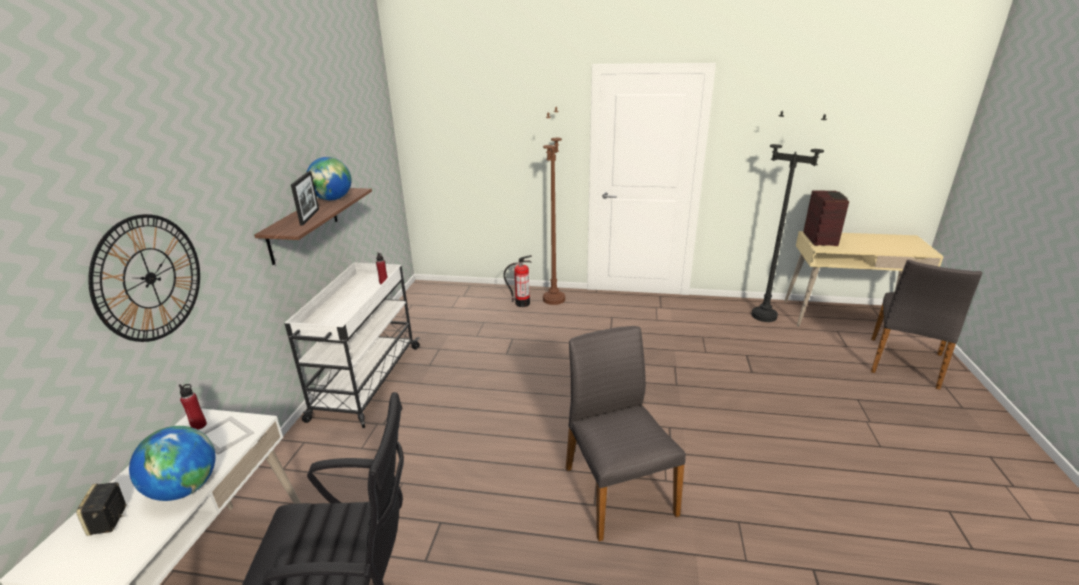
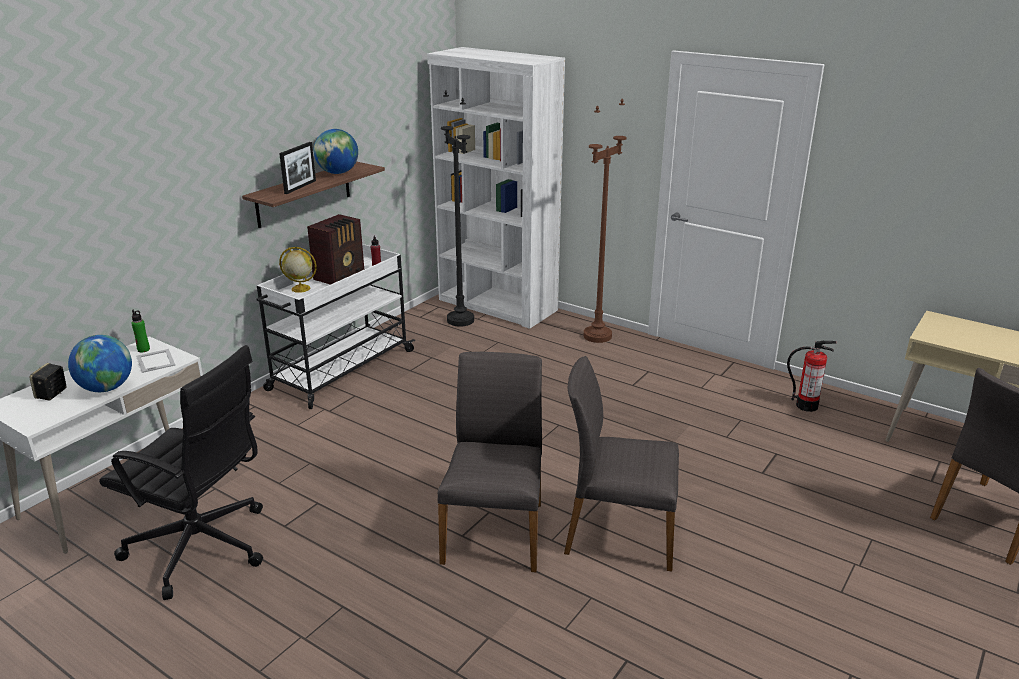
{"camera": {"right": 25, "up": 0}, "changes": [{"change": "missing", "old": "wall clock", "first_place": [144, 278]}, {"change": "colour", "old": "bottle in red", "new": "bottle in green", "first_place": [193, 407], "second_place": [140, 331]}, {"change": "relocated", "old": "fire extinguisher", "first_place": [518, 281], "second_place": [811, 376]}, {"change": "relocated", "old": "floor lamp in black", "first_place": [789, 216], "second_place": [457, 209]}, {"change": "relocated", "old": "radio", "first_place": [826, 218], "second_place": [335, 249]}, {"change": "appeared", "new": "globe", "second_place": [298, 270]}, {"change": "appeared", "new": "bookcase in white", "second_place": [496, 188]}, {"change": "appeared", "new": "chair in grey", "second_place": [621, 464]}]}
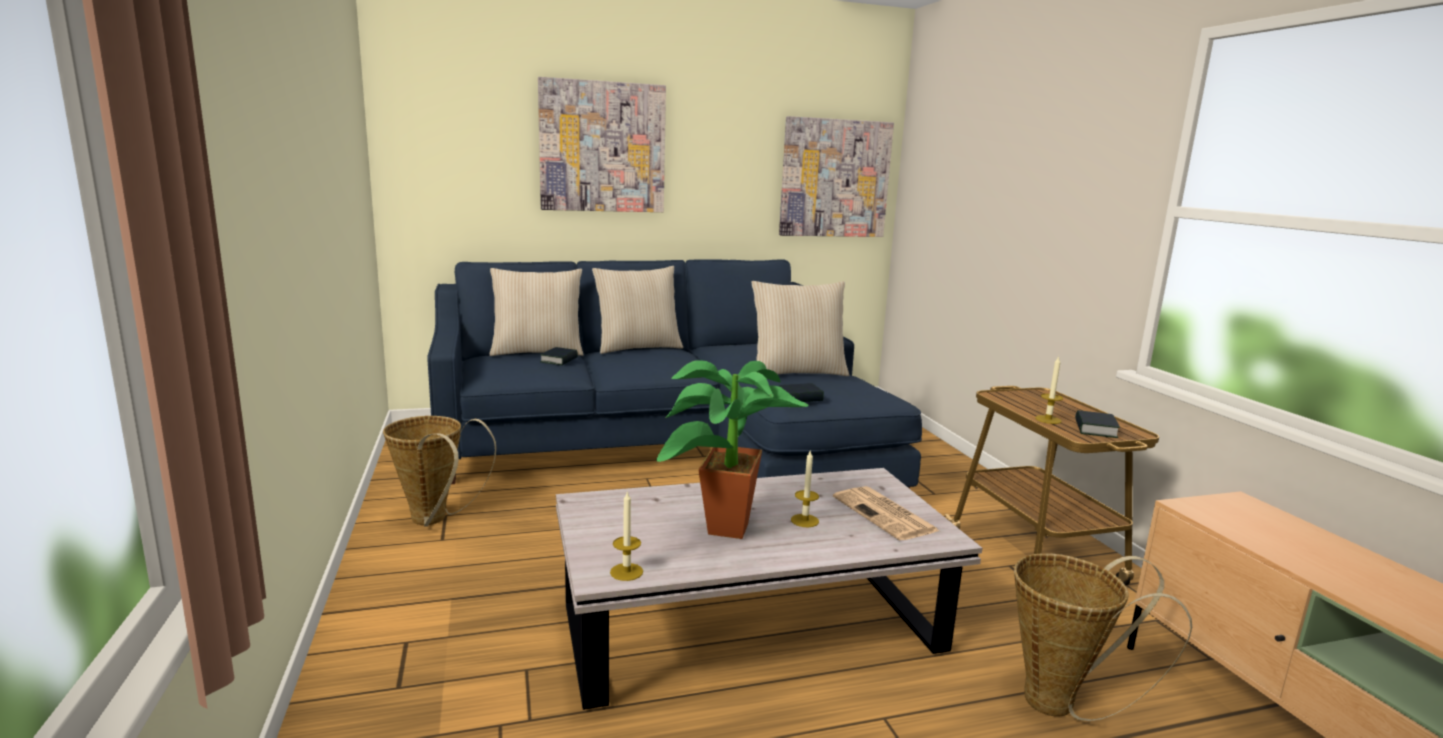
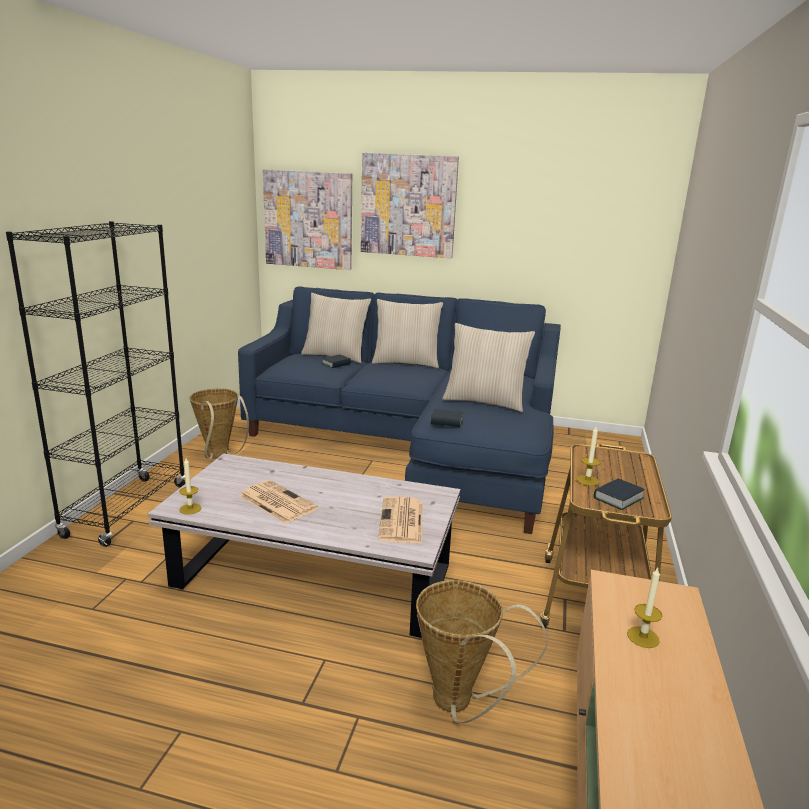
{"camera": {"right": 30, "up": 5}, "changes": [{"change": "exchanged", "old": "potted plant", "new": "newspaper", "first_place": [732, 449], "second_place": [278, 502]}, {"change": "relocated", "old": "picture", "first_place": [836, 176], "second_place": [307, 220]}, {"change": "relocated", "old": "candle", "first_place": [805, 488], "second_place": [645, 607]}, {"change": "appeared", "new": "bookcase in black", "second_place": [95, 384]}]}
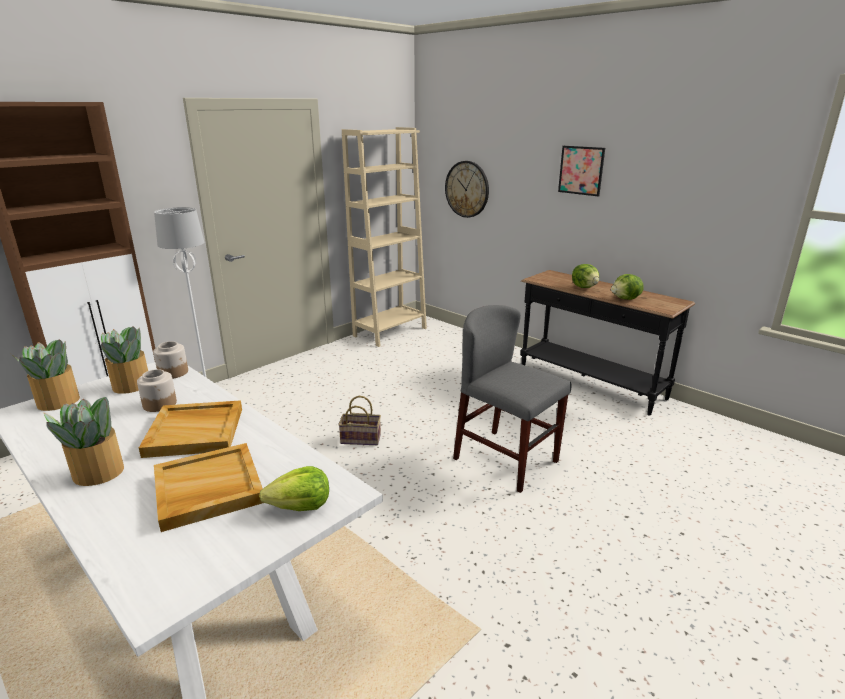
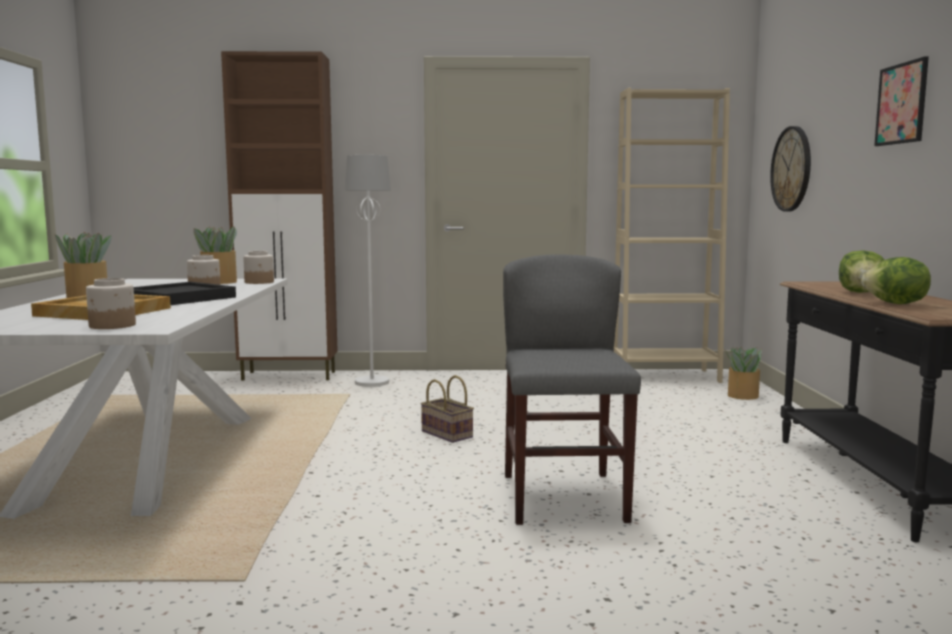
{"camera": {"right": 45, "up": -15}, "changes": [{"change": "relocated", "old": "potted plant", "first_place": [45, 375], "second_place": [743, 373]}, {"change": "colour", "old": "tray in beige", "new": "tray in black", "first_place": [190, 429], "second_place": [184, 293]}, {"change": "exchanged", "old": "lettuce", "new": "jar", "first_place": [294, 488], "second_place": [111, 303]}]}
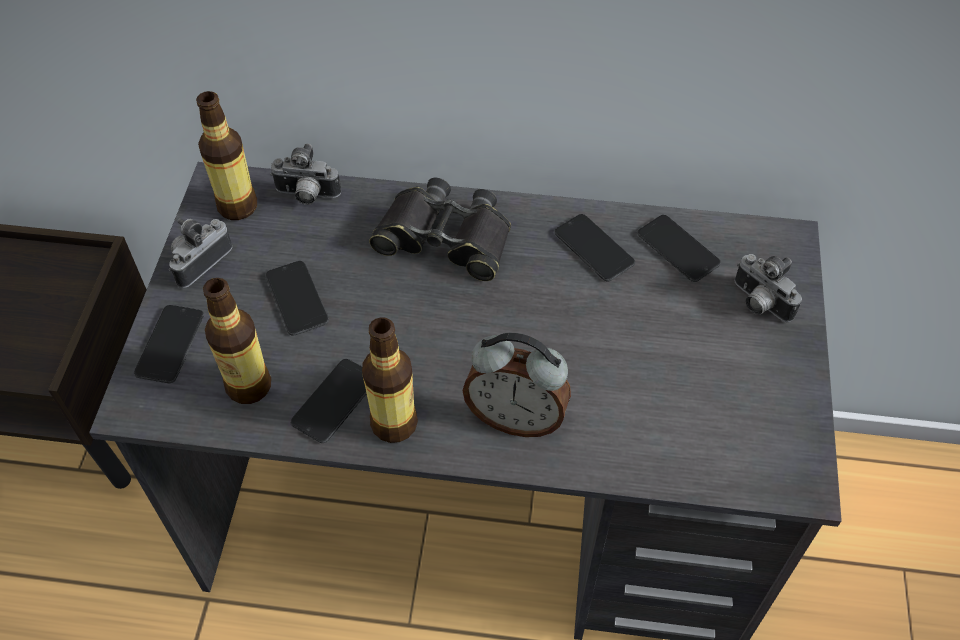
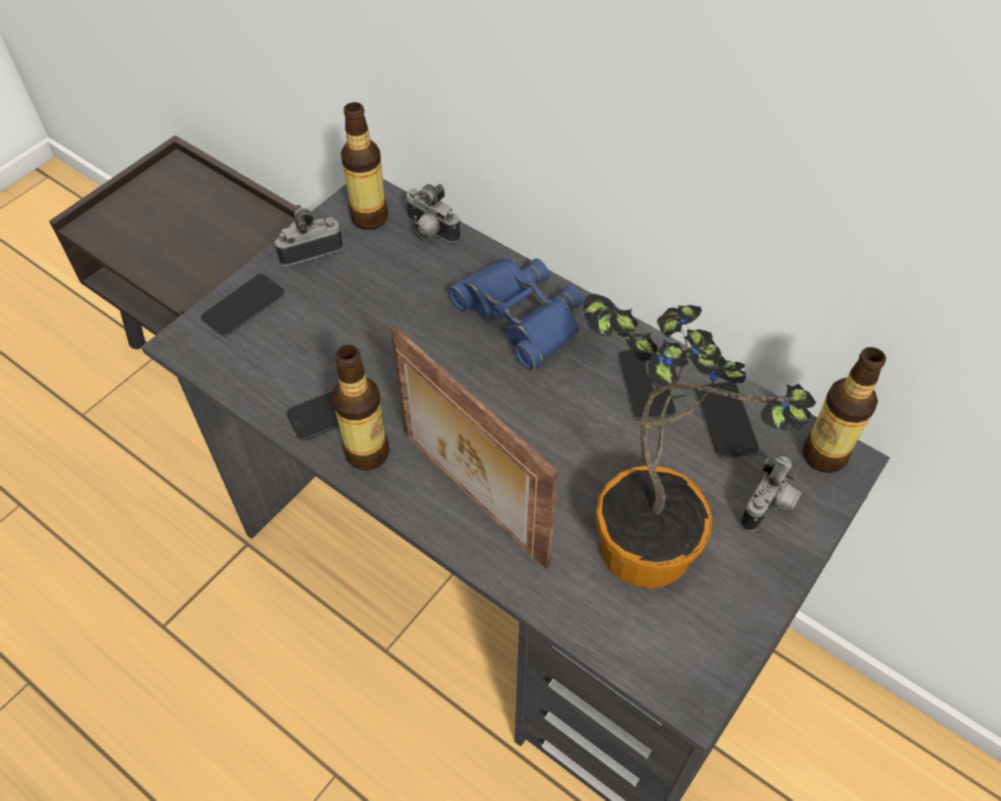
{"camera": {"right": 30, "up": 0}, "changes": [{"change": "relocated", "old": "bottle", "first_place": [237, 341], "second_place": [844, 410]}, {"change": "missing", "old": "phone", "first_place": [297, 298]}, {"change": "colour", "old": "binoculars in black", "new": "binoculars in blue", "first_place": [440, 229], "second_place": [515, 314]}, {"change": "exchanged", "old": "alarm clock", "new": "picture frame", "first_place": [517, 385], "second_place": [474, 447]}, {"change": "spun", "old": "photo camera", "first_place": [768, 288], "second_place": [771, 494], "degrees": -135}, {"change": "appeared", "new": "potted plant", "second_place": [699, 440]}]}
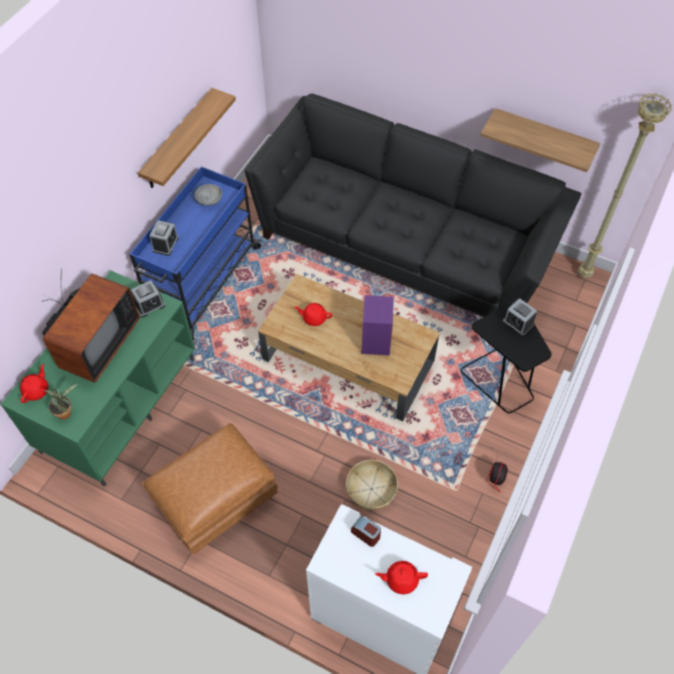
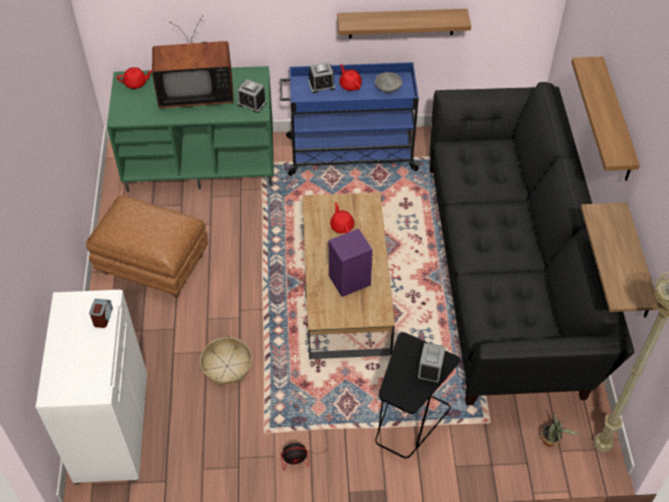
{"camera": {"right": 60, "up": -5}, "changes": [{"change": "relocated", "old": "potted plant", "first_place": [60, 402], "second_place": [560, 430]}, {"change": "relocated", "old": "teapot in red", "first_place": [401, 577], "second_place": [350, 77]}, {"change": "appeared", "new": "shelf", "second_place": [605, 119]}]}
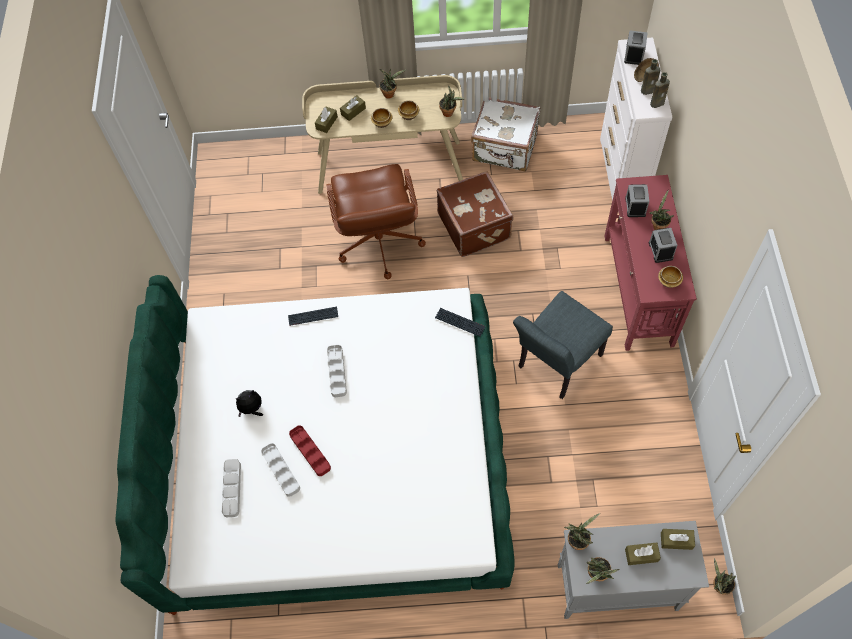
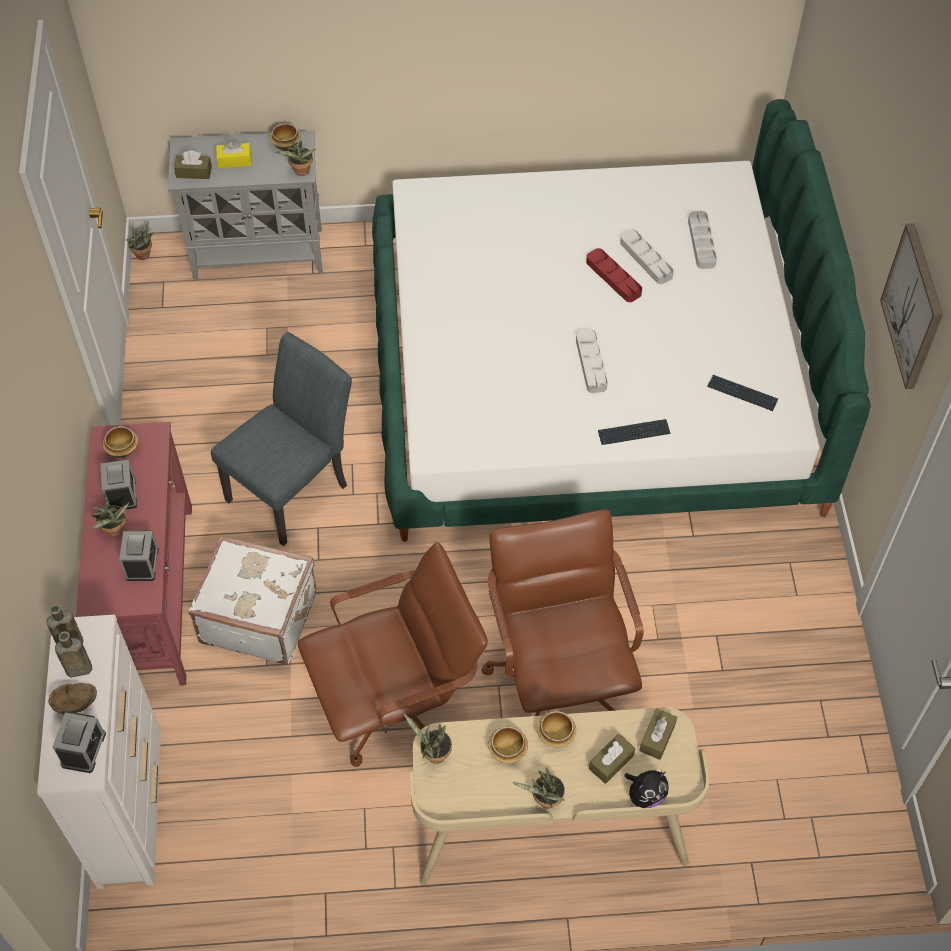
{"camera": {"right": 175, "up": -5}, "changes": [{"change": "relocated", "old": "plush toy", "first_place": [249, 403], "second_place": [646, 789]}, {"change": "relocated", "old": "keyboard", "first_place": [460, 322], "second_place": [742, 393]}, {"change": "exchanged", "old": "suitcase in brown", "new": "office chair in brown", "first_place": [475, 214], "second_place": [393, 654]}, {"change": "relocated", "old": "suitcase in white", "first_place": [505, 134], "second_place": [252, 600]}, {"change": "exchanged", "old": "potted plant", "new": "bowl", "first_place": [602, 570], "second_place": [285, 137]}, {"change": "colour", "old": "tissue box in brown", "new": "tissue box in yellow", "first_place": [643, 554], "second_place": [234, 154]}, {"change": "appeared", "new": "picture", "second_place": [911, 306]}]}
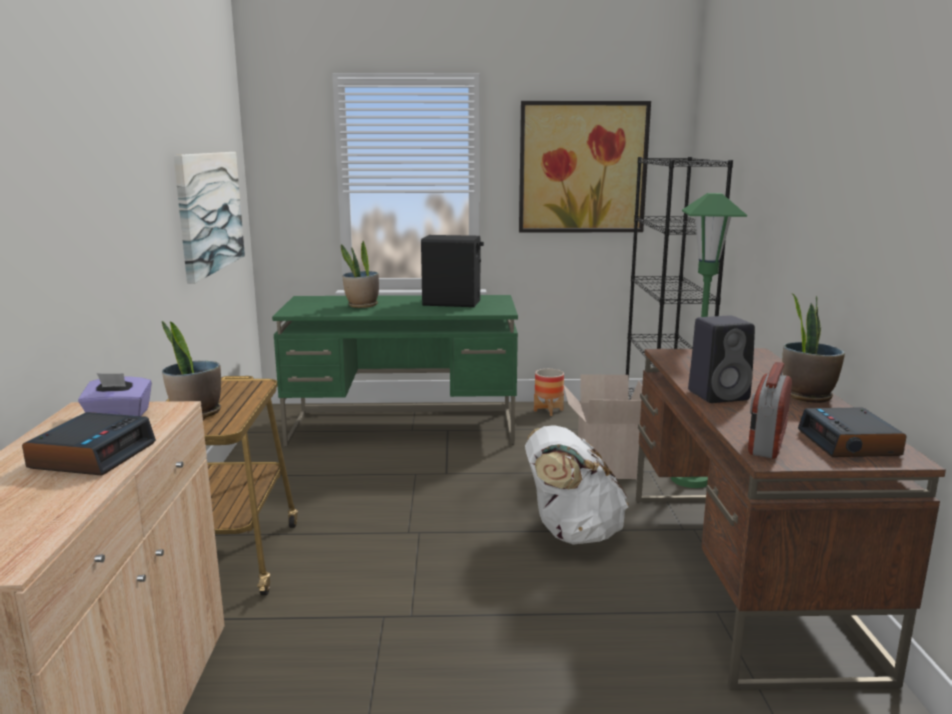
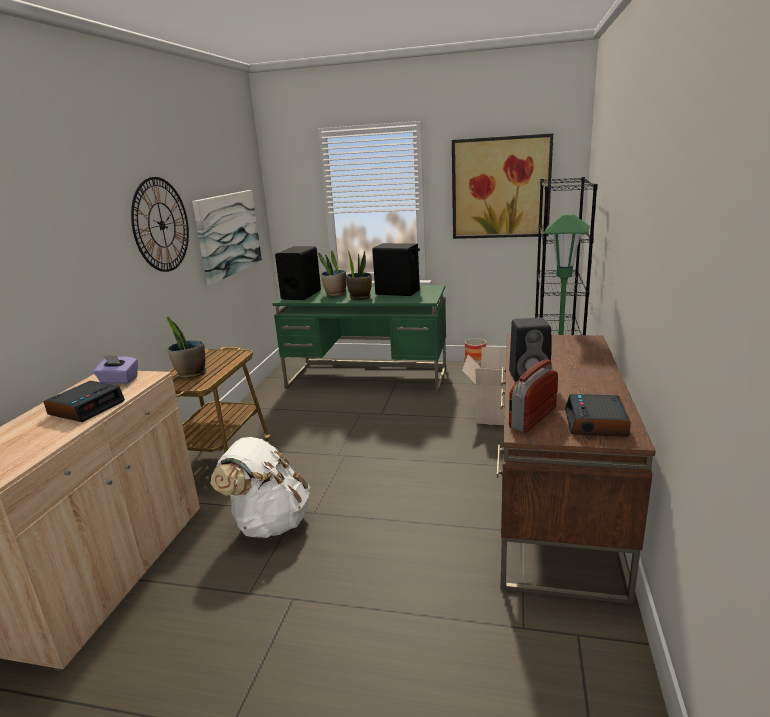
{"camera": {"right": 15, "up": 5}, "changes": [{"change": "relocated", "old": "backpack in white", "first_place": [577, 485], "second_place": [260, 487]}, {"change": "relocated", "old": "potted plant", "first_place": [813, 348], "second_place": [359, 275]}, {"change": "appeared", "new": "wall clock", "second_place": [160, 224]}, {"change": "appeared", "new": "speaker in black", "second_place": [298, 273]}]}
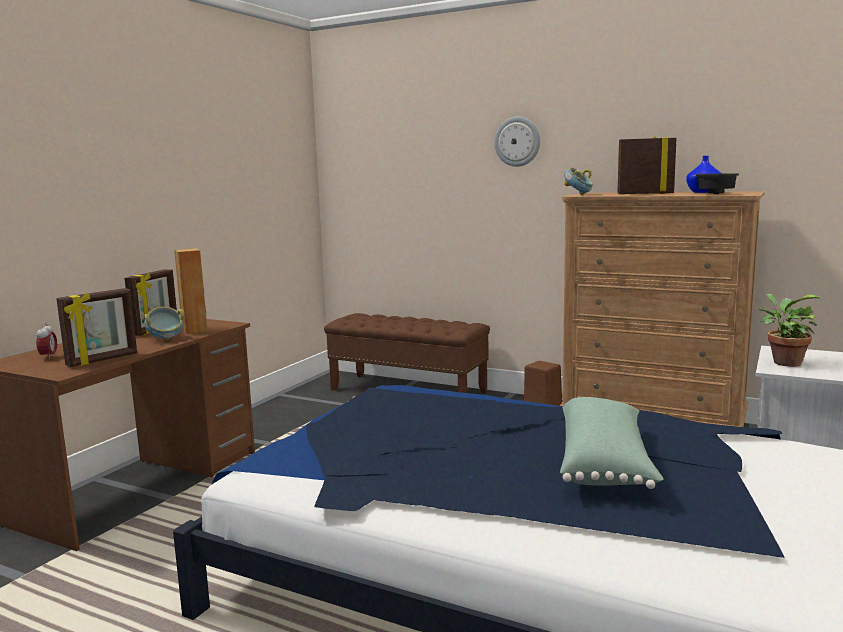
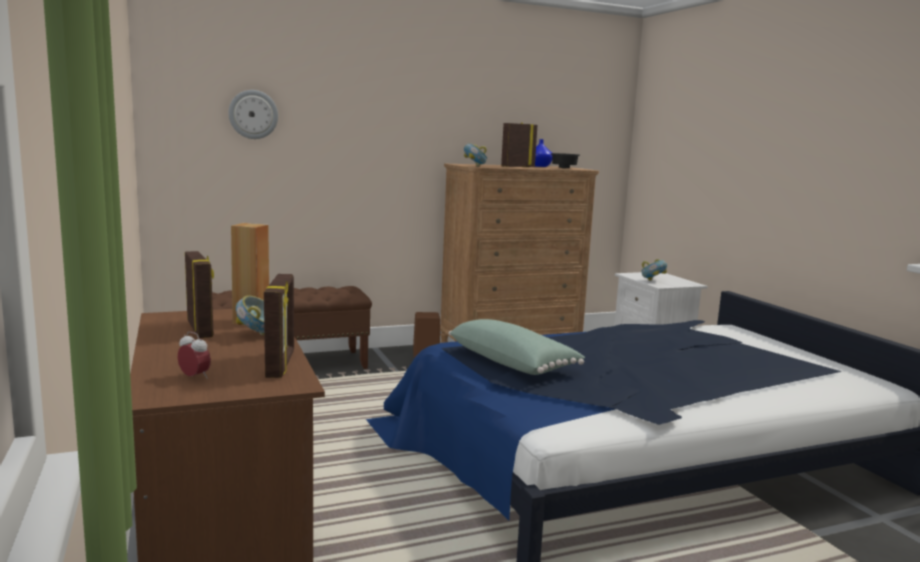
{"camera": {"right": -50, "up": 0}, "changes": [{"change": "relocated", "old": "wall clock", "first_place": [517, 142], "second_place": [253, 114]}, {"change": "relocated", "old": "pillow in green", "first_place": [612, 443], "second_place": [516, 347]}, {"change": "exchanged", "old": "potted plant", "new": "bowl", "first_place": [790, 330], "second_place": [654, 270]}]}
